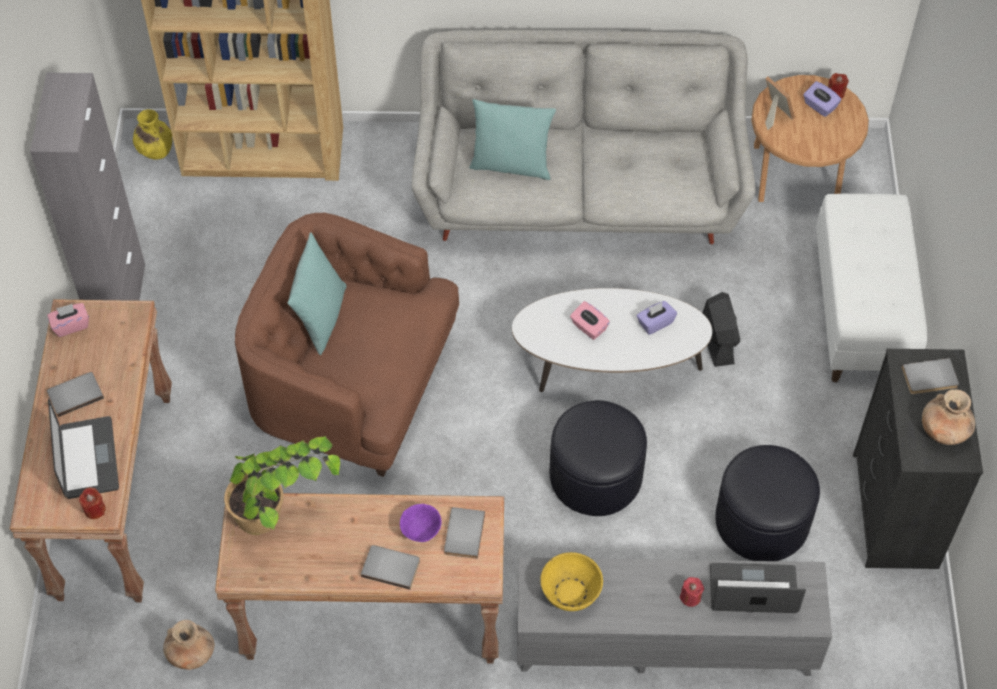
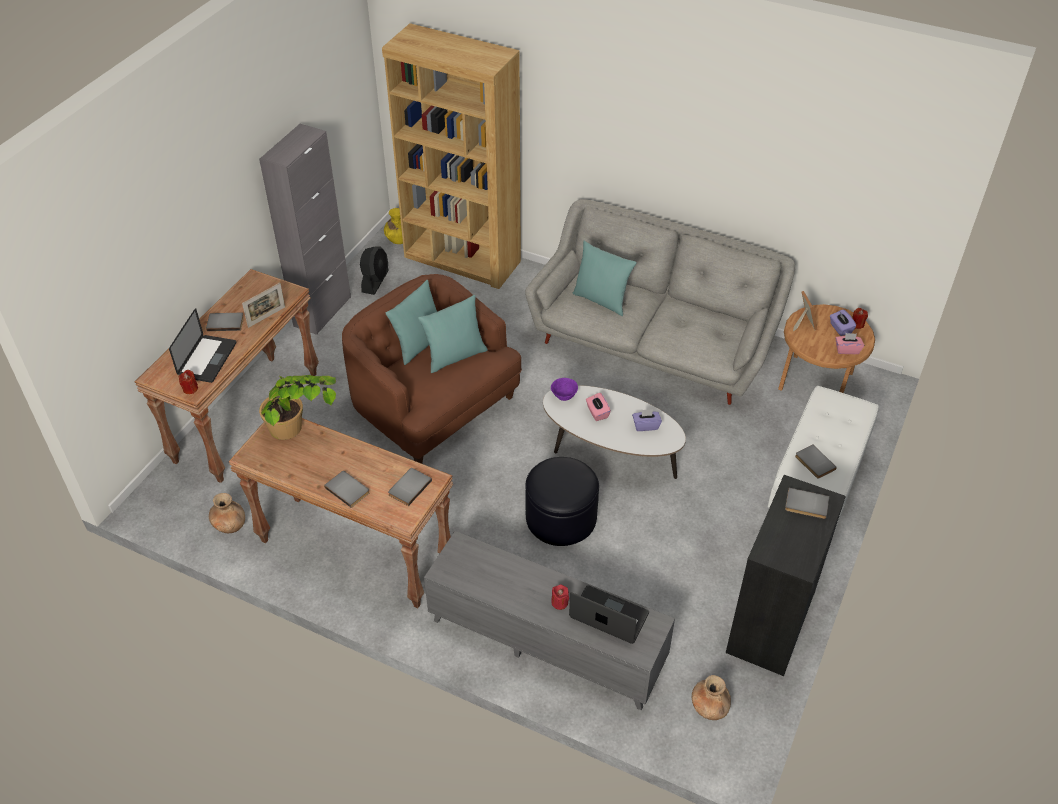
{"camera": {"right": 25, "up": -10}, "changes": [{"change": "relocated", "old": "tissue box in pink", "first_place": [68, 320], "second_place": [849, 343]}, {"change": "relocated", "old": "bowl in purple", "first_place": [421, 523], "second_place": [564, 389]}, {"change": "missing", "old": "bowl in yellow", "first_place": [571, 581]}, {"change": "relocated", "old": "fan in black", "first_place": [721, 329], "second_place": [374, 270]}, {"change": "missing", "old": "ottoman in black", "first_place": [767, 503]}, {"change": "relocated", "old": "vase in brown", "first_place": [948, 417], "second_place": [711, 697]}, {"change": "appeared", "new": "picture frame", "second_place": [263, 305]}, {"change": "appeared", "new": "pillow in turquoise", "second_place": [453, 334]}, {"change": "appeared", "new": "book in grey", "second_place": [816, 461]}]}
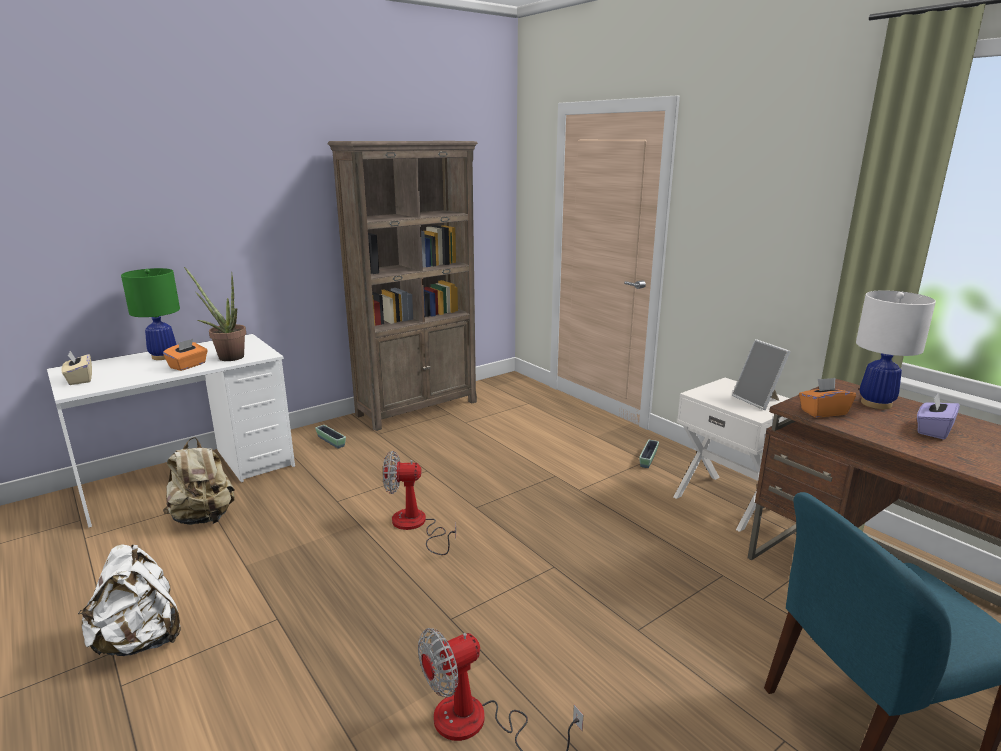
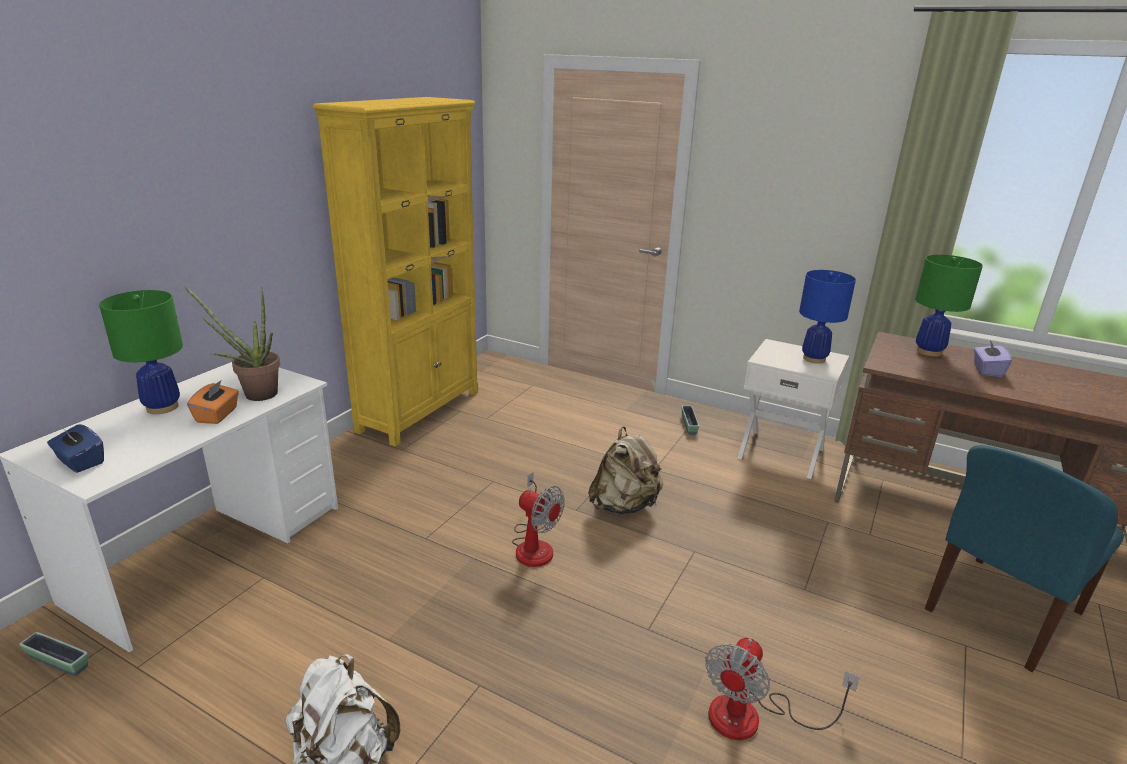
{"camera": {"right": -25, "up": 5}, "changes": [{"change": "colour", "old": "tissue box in beige", "new": "tissue box in blue", "first_place": [76, 368], "second_place": [75, 448]}, {"change": "relocated", "old": "backpack in beige", "first_place": [199, 481], "second_place": [625, 470]}, {"change": "relocated", "old": "planter", "first_place": [330, 437], "second_place": [53, 654]}, {"change": "colour", "old": "bookcase in brown", "new": "bookcase in yellow", "first_place": [403, 286], "second_place": [395, 272]}, {"change": "spun", "old": "fan", "first_place": [419, 503], "second_place": [538, 519], "degrees": -120}, {"change": "exchanged", "old": "picture frame", "new": "table lamp in blue", "first_place": [761, 374], "second_place": [827, 317]}, {"change": "missing", "old": "tissue box in orange", "first_place": [827, 398]}, {"change": "colour", "old": "table lamp in white", "new": "table lamp in green", "first_place": [896, 349], "second_place": [949, 305]}]}
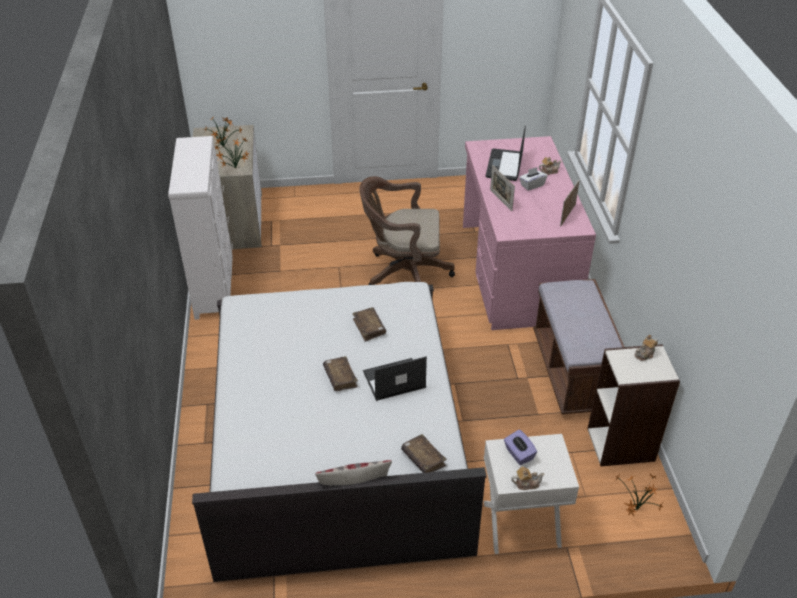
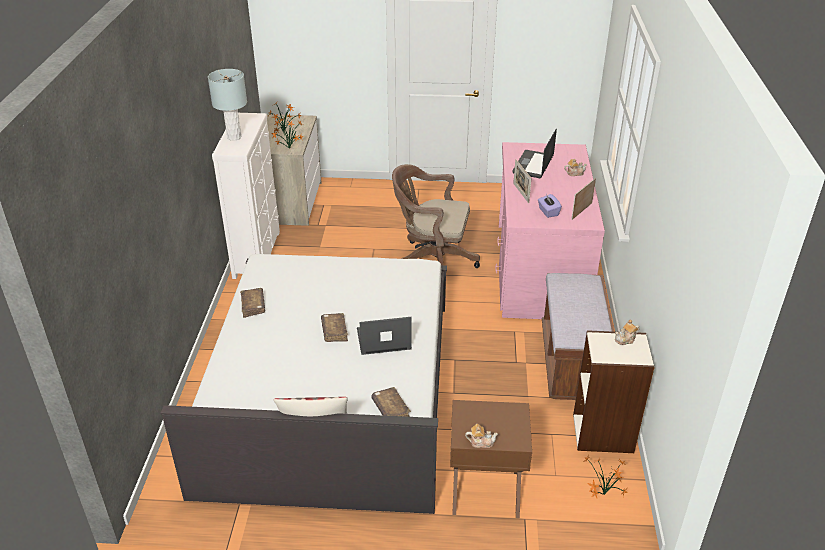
{"camera": {"right": 10, "up": -5}, "changes": [{"change": "relocated", "old": "book in brown", "first_place": [369, 324], "second_place": [252, 303]}, {"change": "colour", "old": "nightstand in white", "new": "nightstand in brown", "first_place": [531, 494], "second_place": [491, 459]}, {"change": "relocated", "old": "tissue box in purple", "first_place": [520, 447], "second_place": [550, 206]}, {"change": "missing", "old": "tissue box in white", "first_place": [533, 179]}, {"change": "appeared", "new": "table lamp in grey", "second_place": [227, 105]}]}
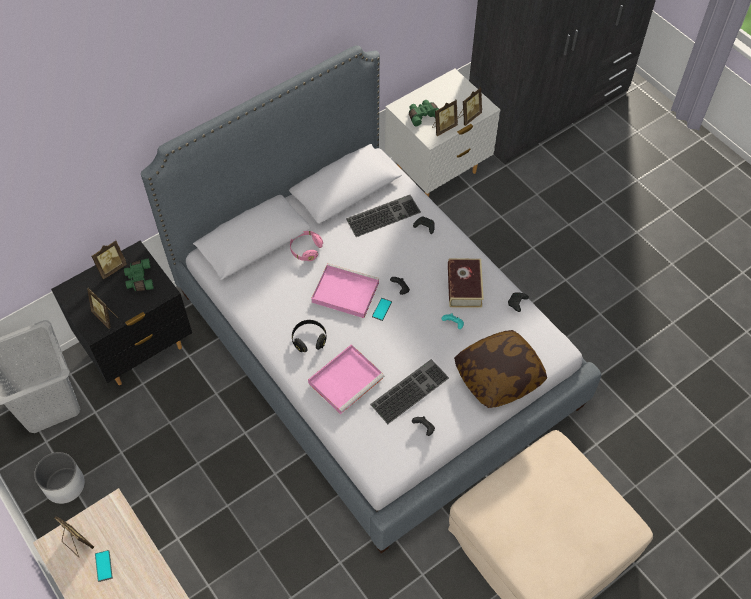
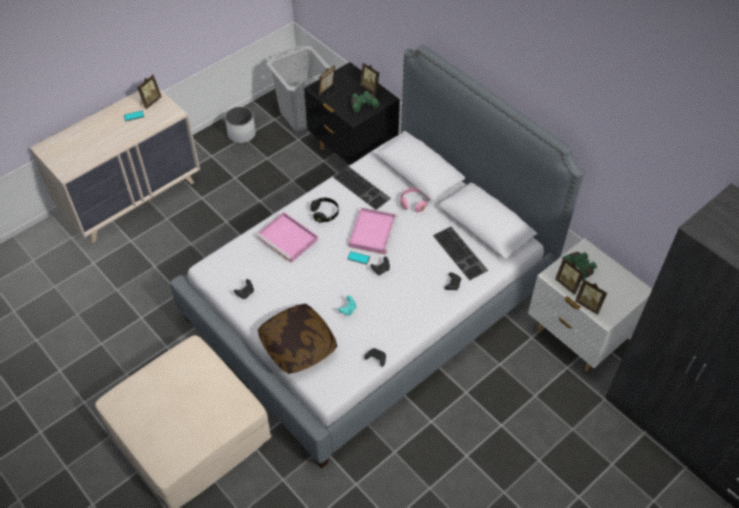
{"camera": {"right": 85, "up": -5}, "changes": [{"change": "relocated", "old": "keyboard", "first_place": [409, 391], "second_place": [362, 188]}, {"change": "missing", "old": "book", "first_place": [466, 283]}]}
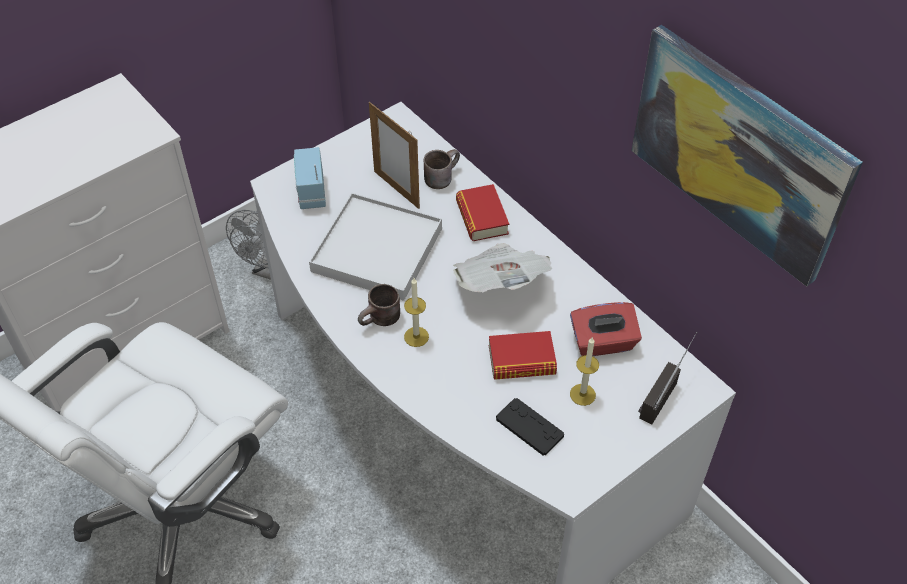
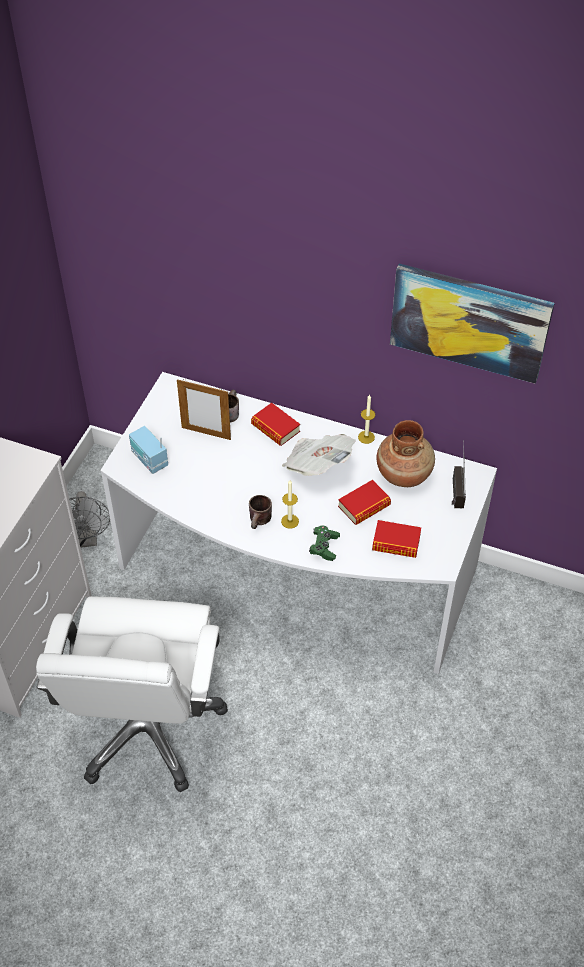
{"camera": {"right": -30, "up": 0}, "changes": [{"change": "missing", "old": "tray in white", "first_place": [375, 247]}, {"change": "exchanged", "old": "game controller in black", "new": "book", "first_place": [530, 427], "second_place": [396, 539]}, {"change": "exchanged", "old": "tissue box in red", "new": "vase in brown", "first_place": [606, 329], "second_place": [406, 453]}, {"change": "relocated", "old": "candle", "first_place": [584, 371], "second_place": [366, 419]}, {"change": "appeared", "new": "game controller in green", "second_place": [324, 543]}]}
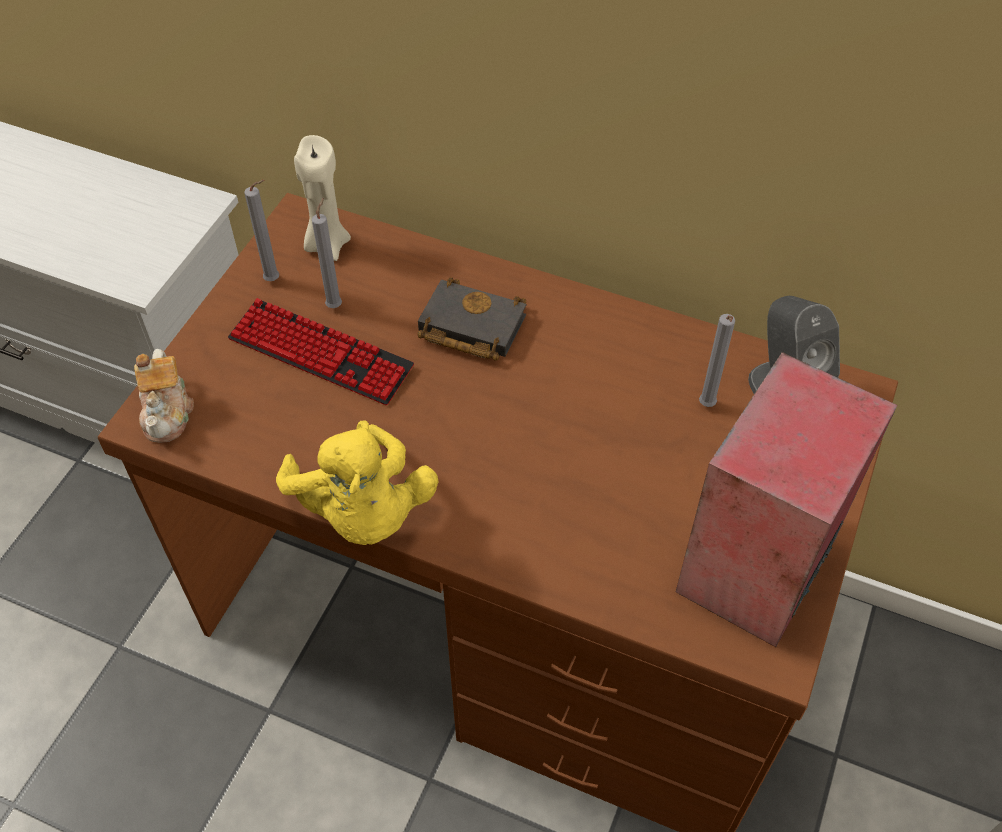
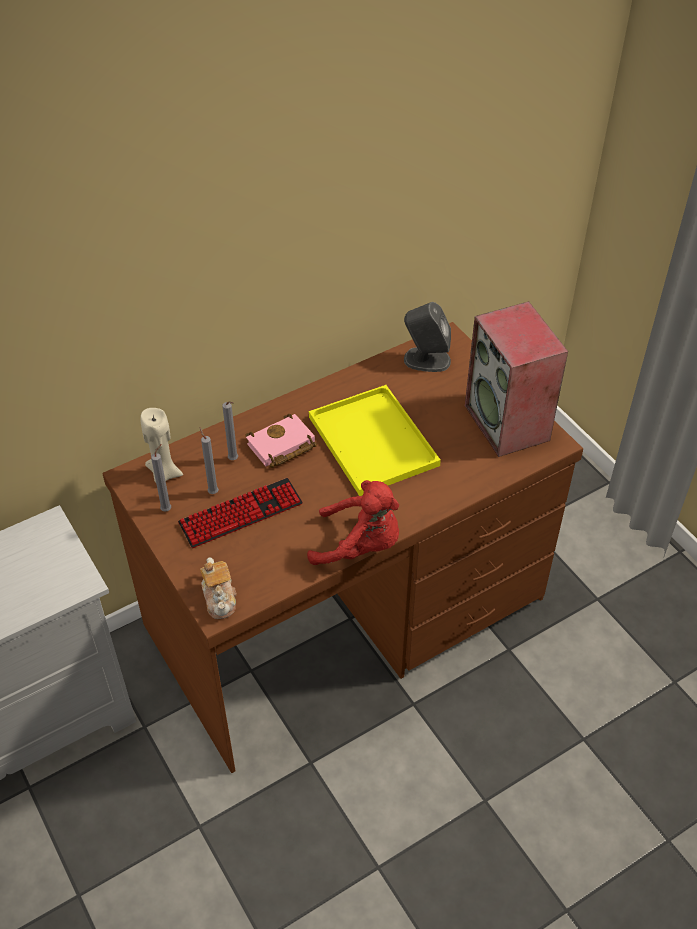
{"camera": {"right": -55, "up": -5}, "changes": [{"change": "spun", "old": "teapot", "first_place": [164, 396], "second_place": [218, 588], "degrees": 45}, {"change": "colour", "old": "plush toy in yellow", "new": "plush toy in red", "first_place": [357, 483], "second_place": [353, 522]}, {"change": "colour", "old": "book in black", "new": "book in pink", "first_place": [471, 319], "second_place": [281, 440]}, {"change": "relocated", "old": "candle in grey", "first_place": [717, 360], "second_place": [230, 430]}, {"change": "appeared", "new": "tray in yellow", "second_place": [375, 440]}]}
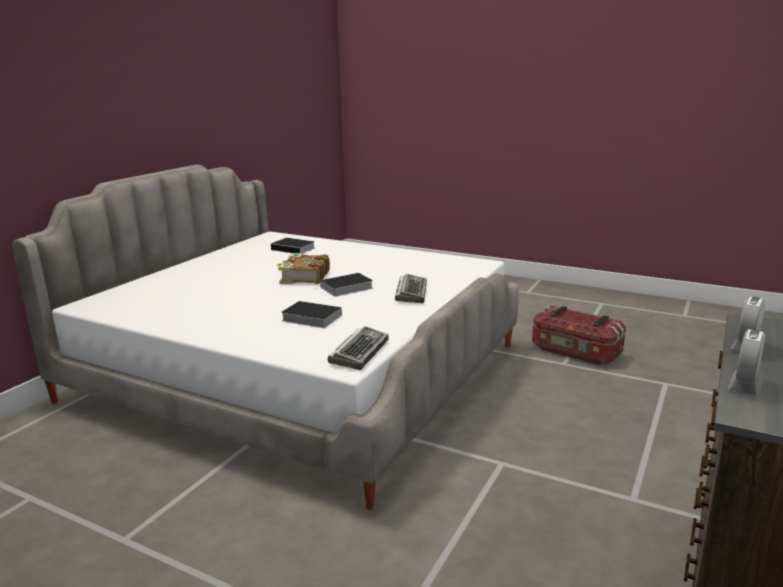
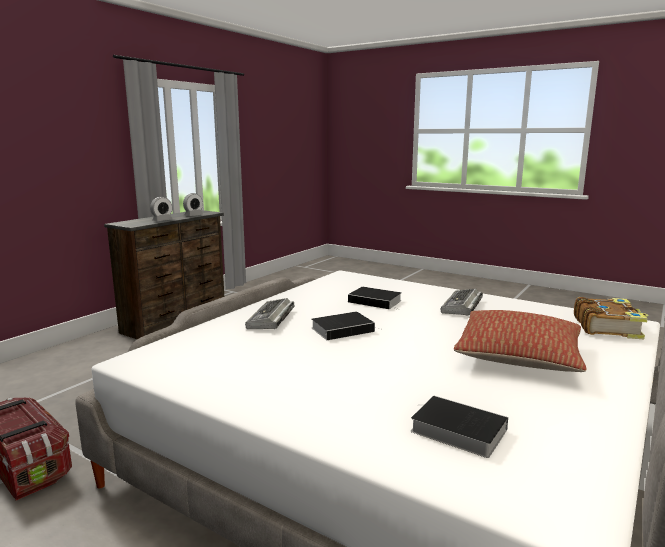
{"camera": {"right": -175, "up": -5}, "changes": [{"change": "relocated", "old": "book", "first_place": [303, 268], "second_place": [611, 318]}, {"change": "relocated", "old": "keyboard", "first_place": [358, 348], "second_place": [462, 302]}, {"change": "appeared", "new": "pillow", "second_place": [520, 341]}]}
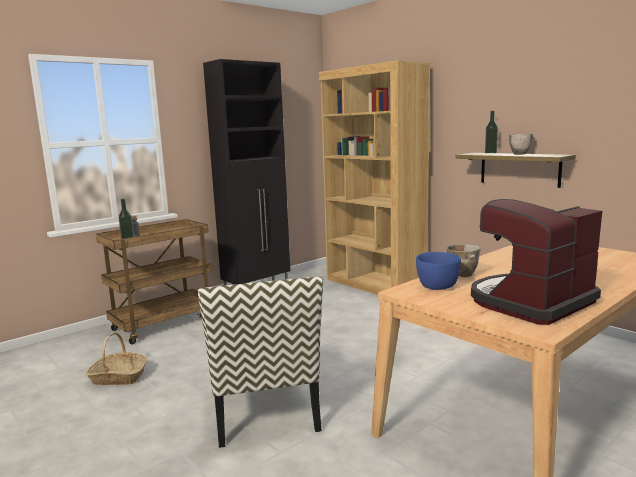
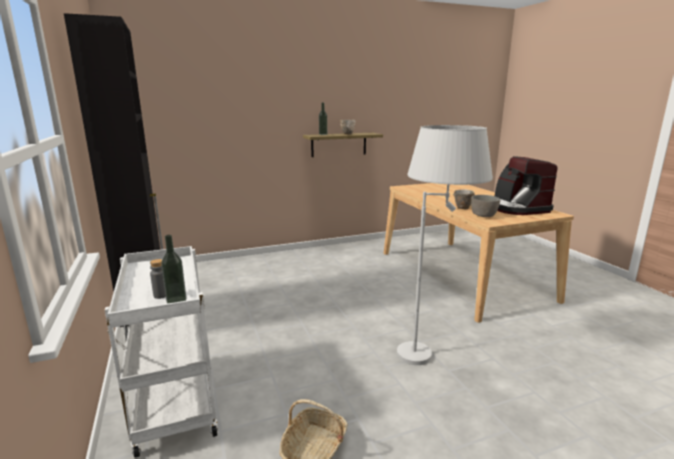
{"camera": {"right": -70, "up": 5}, "changes": [{"change": "colour", "old": "cart in brown", "new": "cart in white", "first_place": [154, 281], "second_place": [161, 352]}, {"change": "exchanged", "old": "chair", "new": "floor lamp in white", "first_place": [260, 362], "second_place": [445, 245]}, {"change": "missing", "old": "bookcase in brown", "first_place": [374, 177]}, {"change": "colour", "old": "bowl in blue", "new": "bowl in grey", "first_place": [438, 271], "second_place": [485, 206]}]}
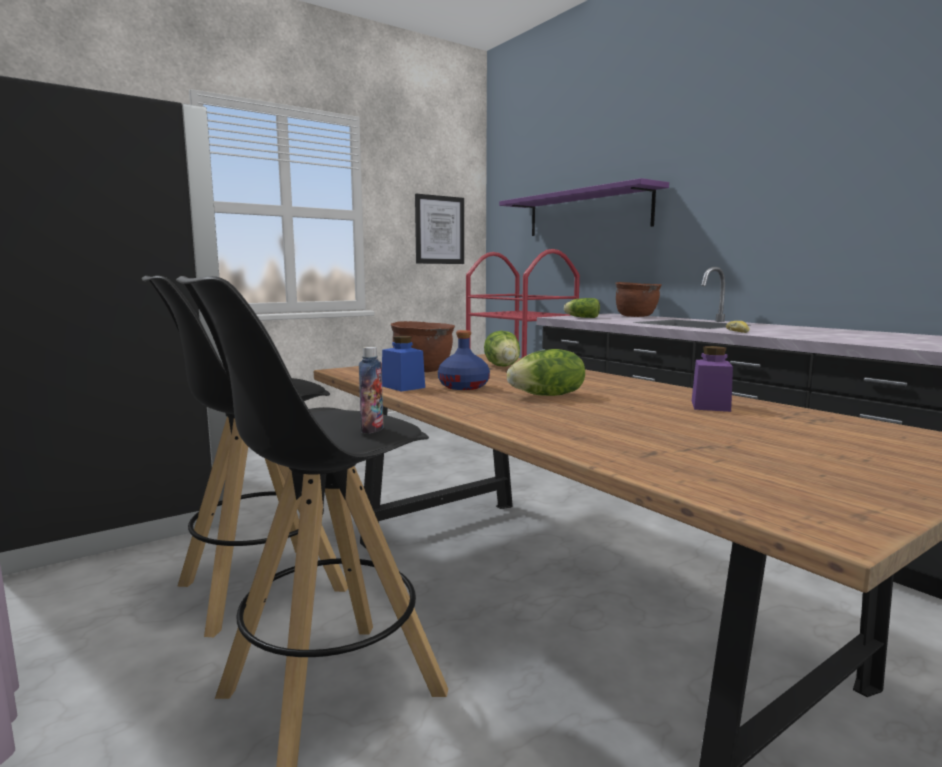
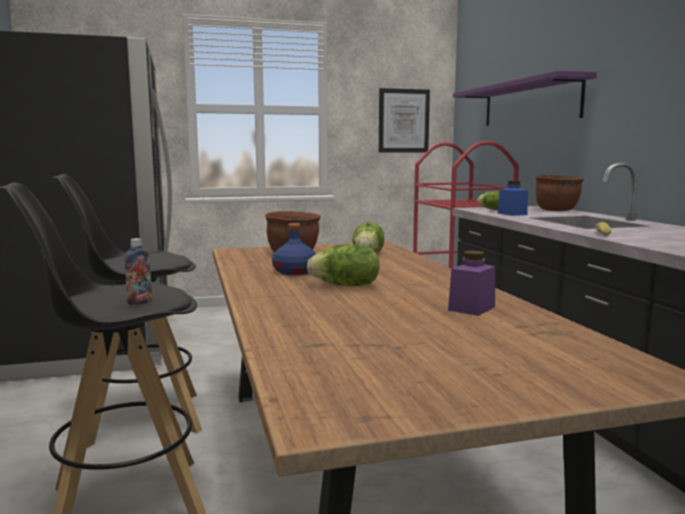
{"camera": {"right": 20, "up": 0}, "changes": [{"change": "relocated", "old": "jar in blue", "first_place": [403, 364], "second_place": [512, 198]}]}
